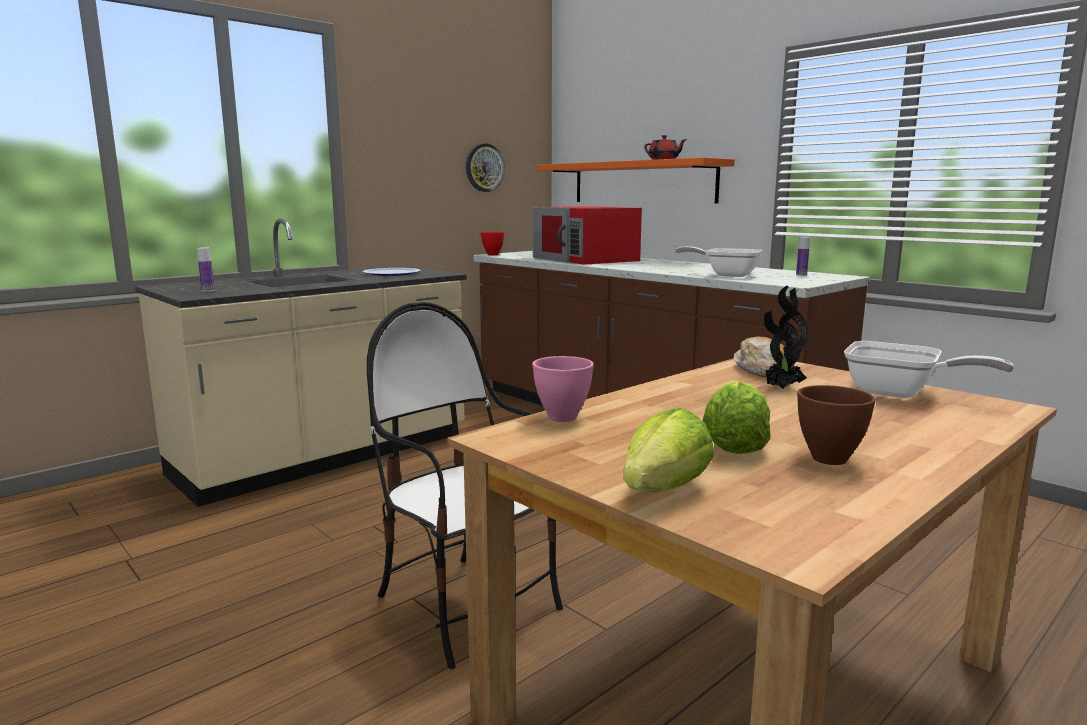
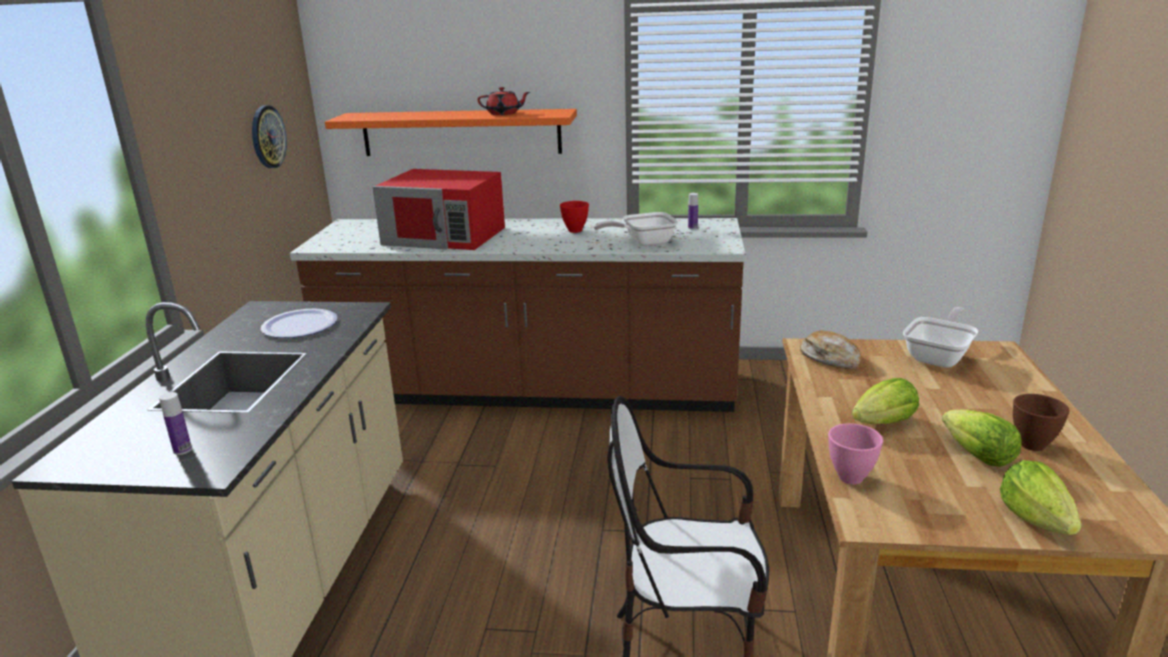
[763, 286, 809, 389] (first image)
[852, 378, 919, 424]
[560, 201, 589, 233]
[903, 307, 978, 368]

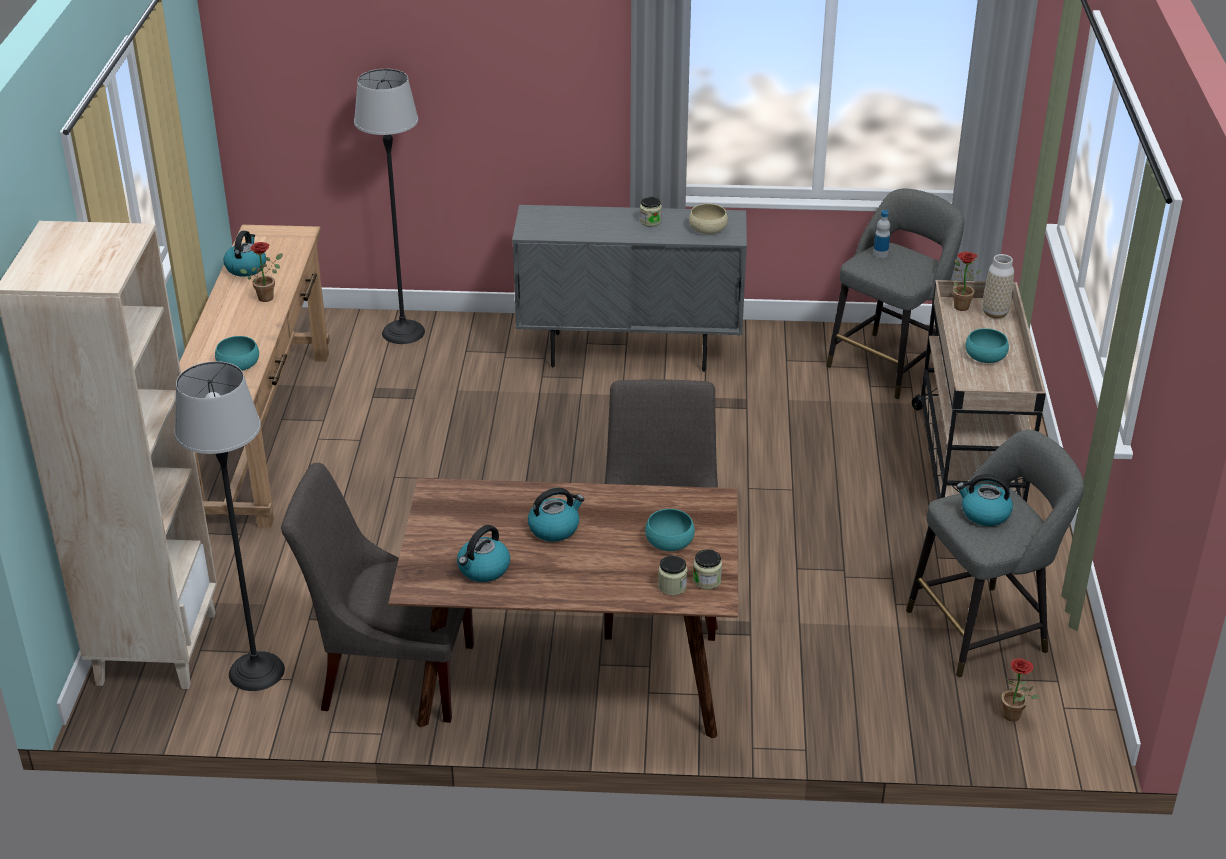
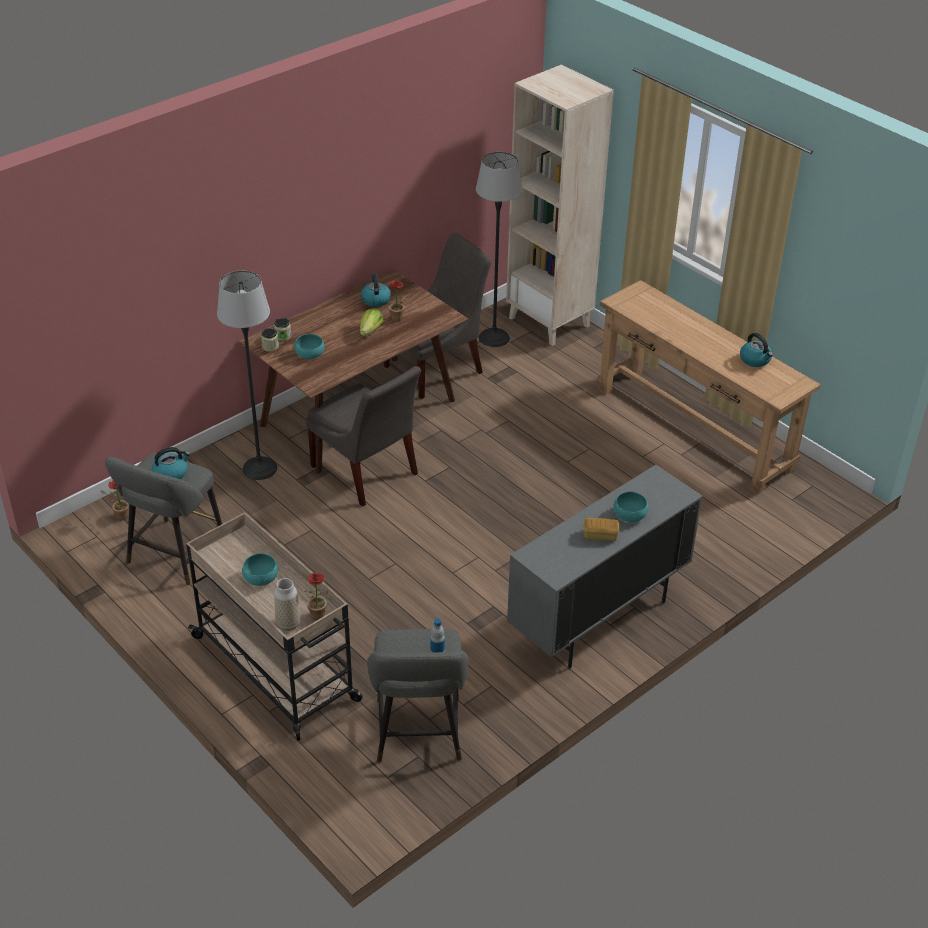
[689, 204, 728, 234] (first image)
[614, 492, 648, 522]
[388, 280, 409, 322]
[217, 271, 277, 480]
[360, 308, 384, 336]
[584, 518, 619, 541]

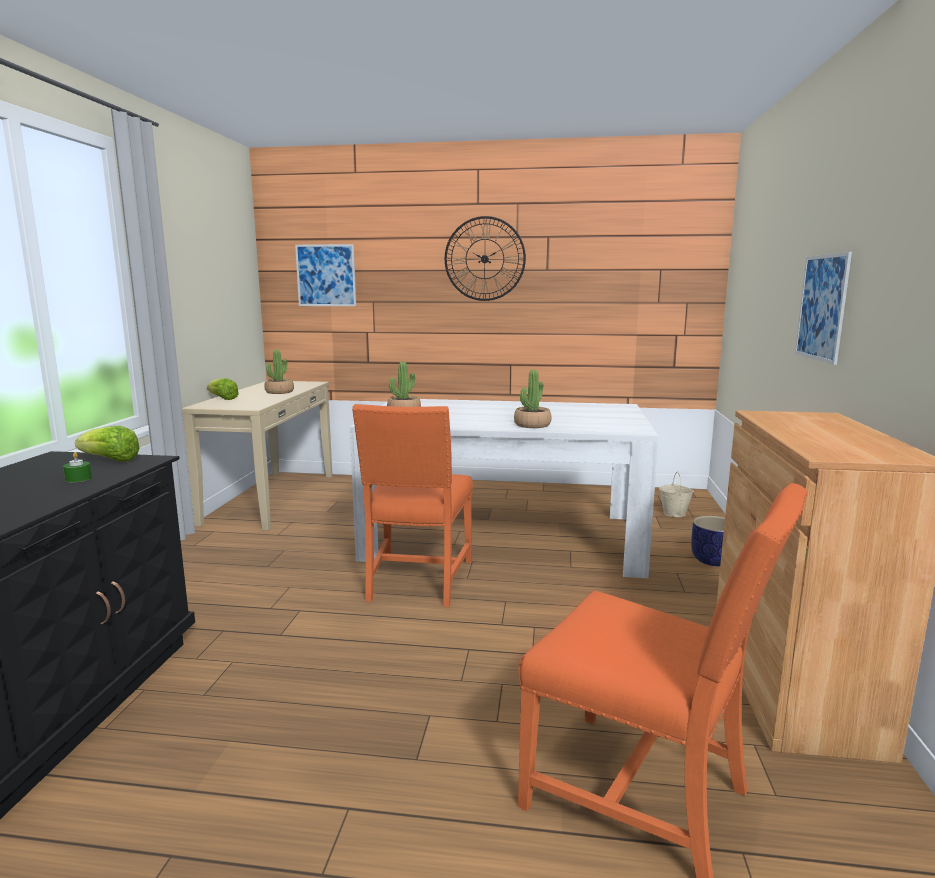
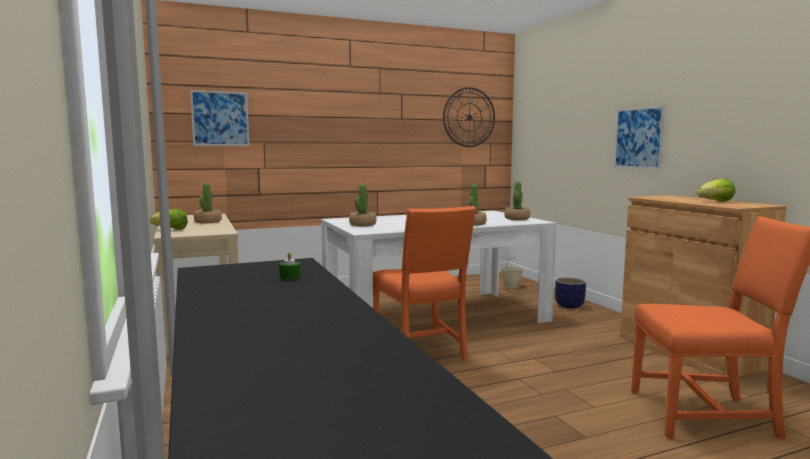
[504, 181, 530, 220]
[697, 178, 735, 202]
[443, 87, 495, 147]

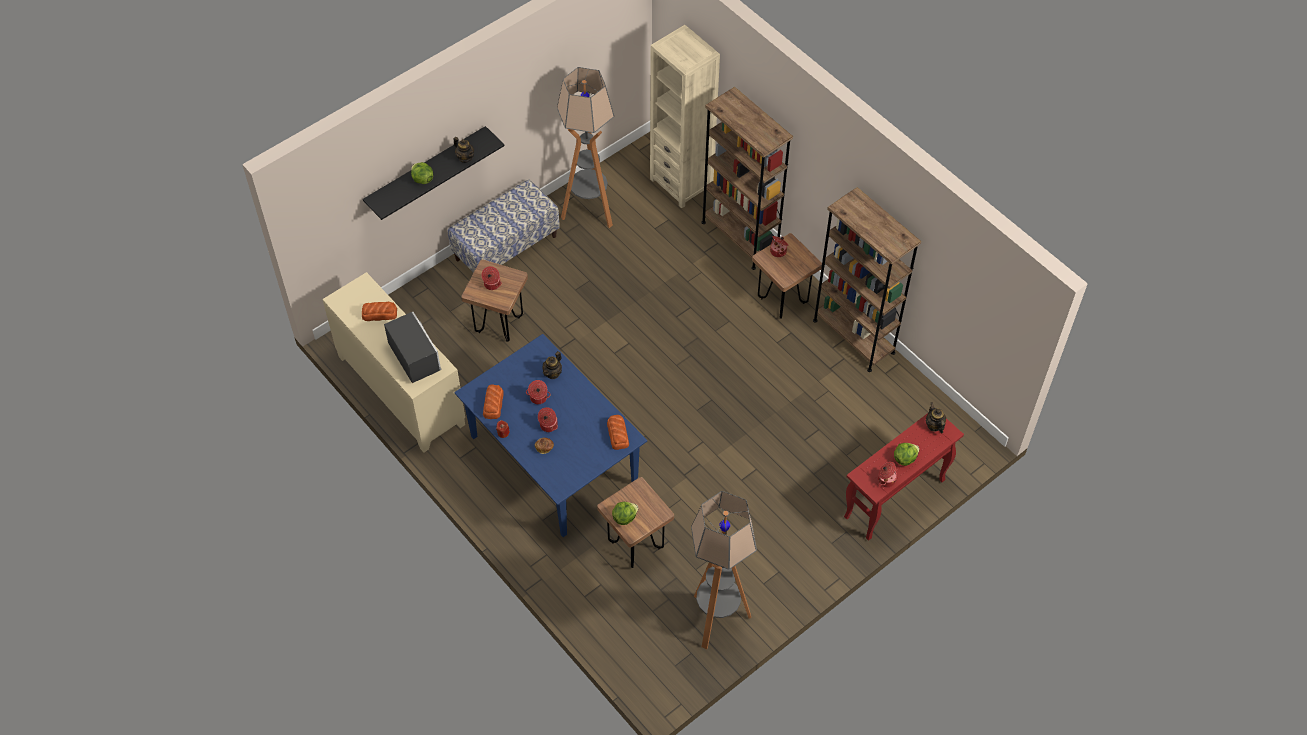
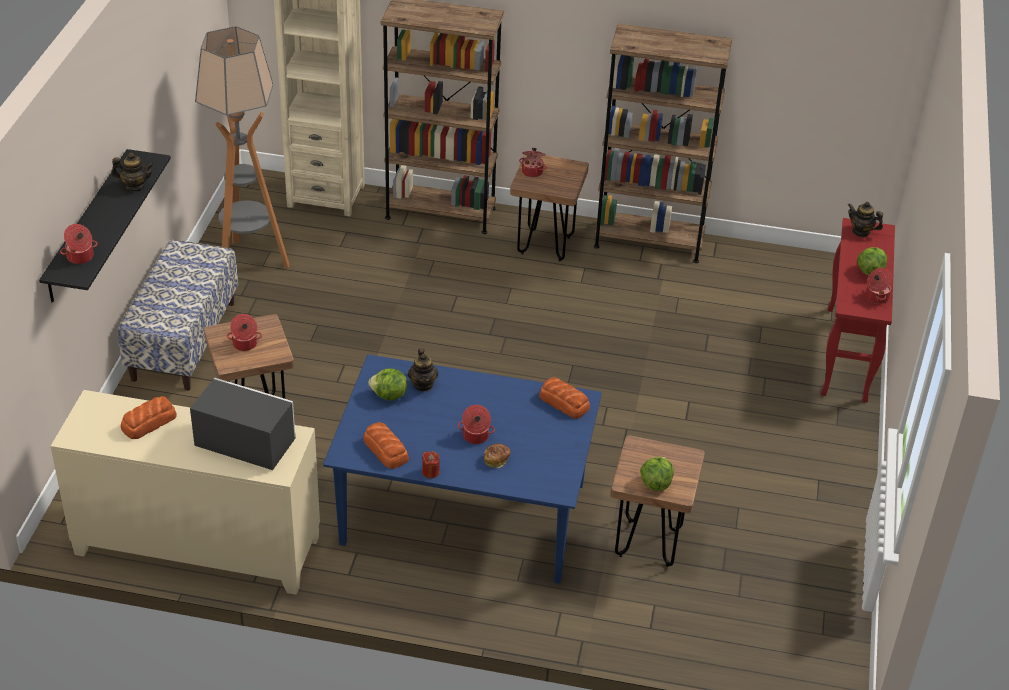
[691, 491, 757, 649] (first image)
[368, 368, 407, 401]
[60, 224, 98, 264]

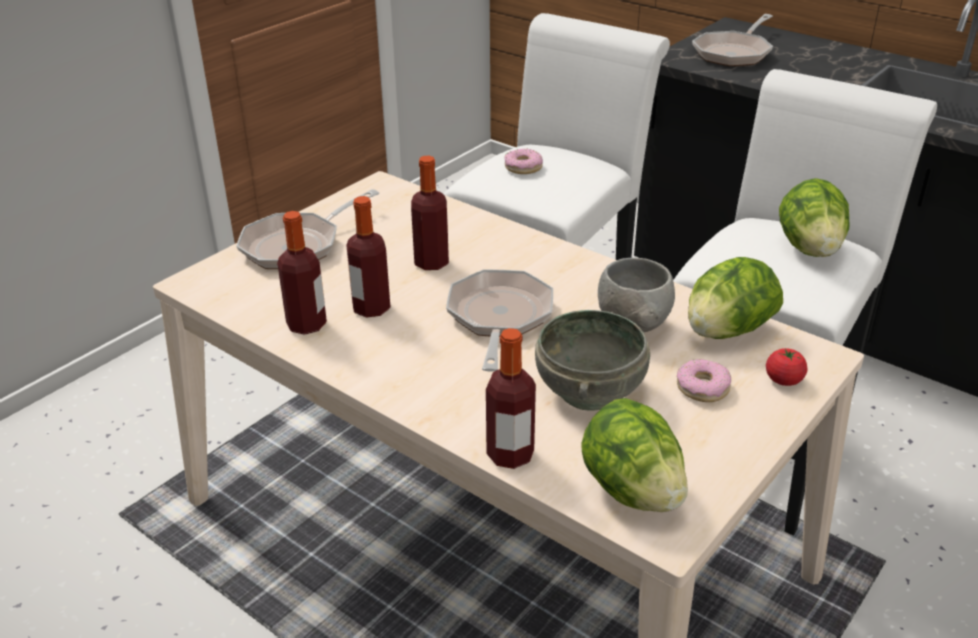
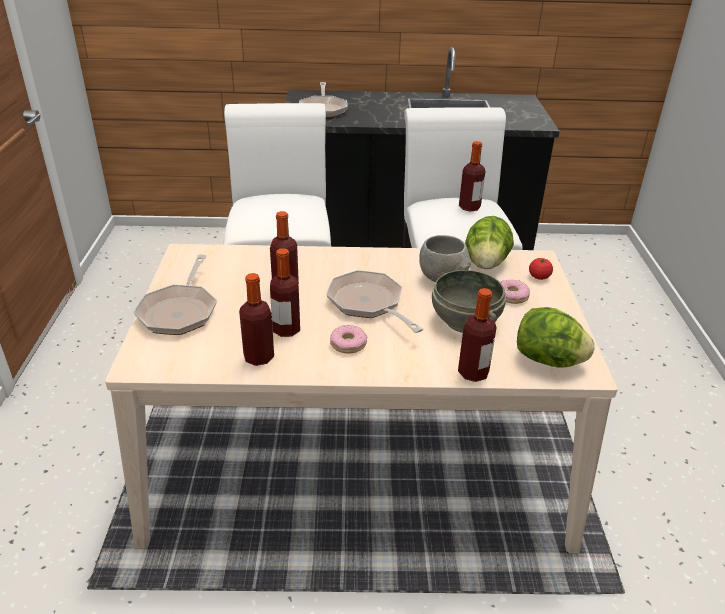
[330, 325, 367, 353]
[459, 141, 485, 212]

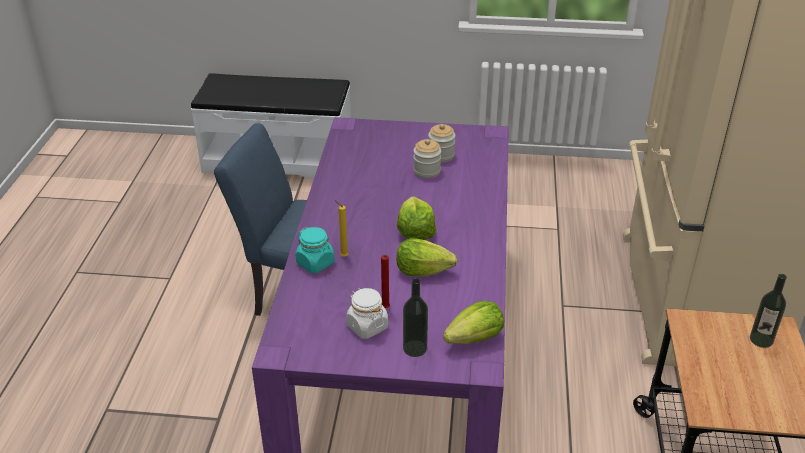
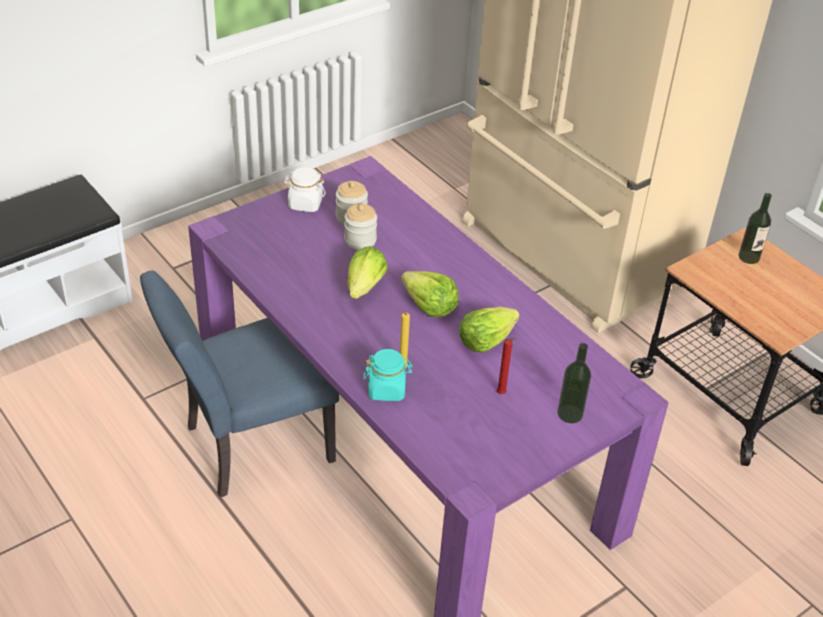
[284, 167, 325, 212]
[347, 246, 388, 299]

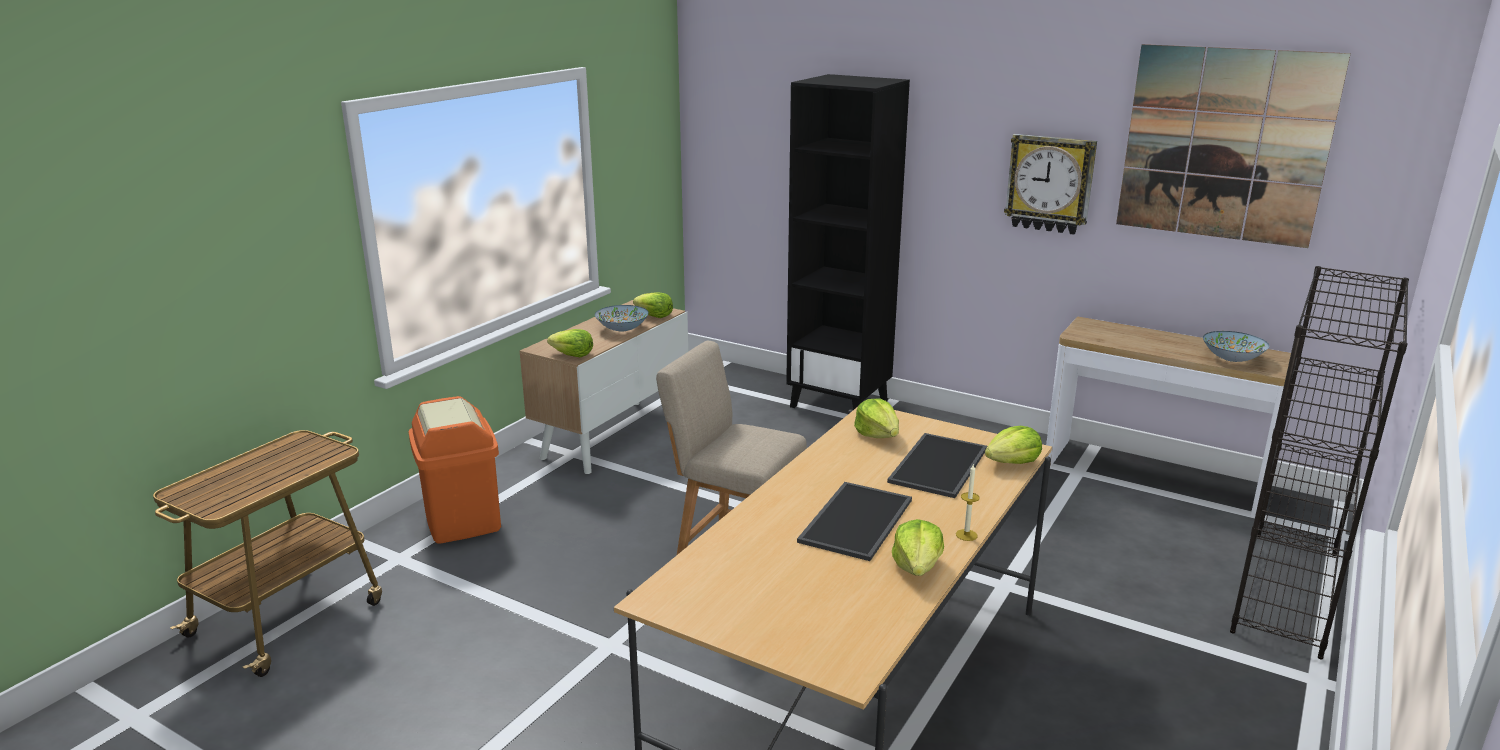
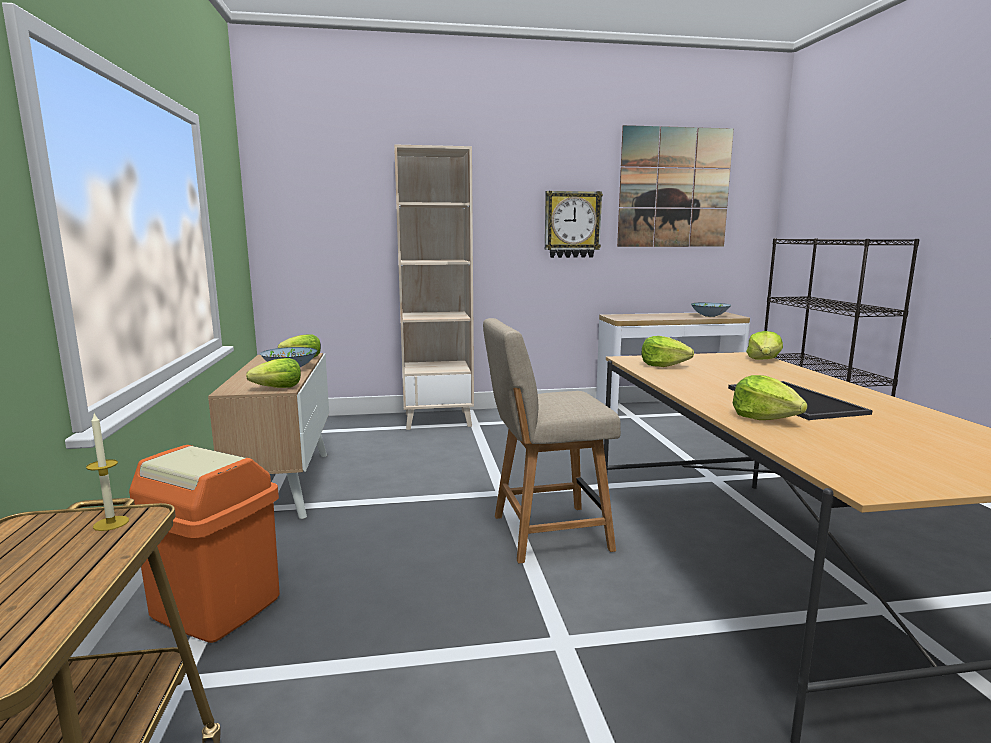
[887, 433, 987, 498] (first image)
[733, 375, 808, 420]
[86, 413, 129, 531]
[394, 144, 474, 430]

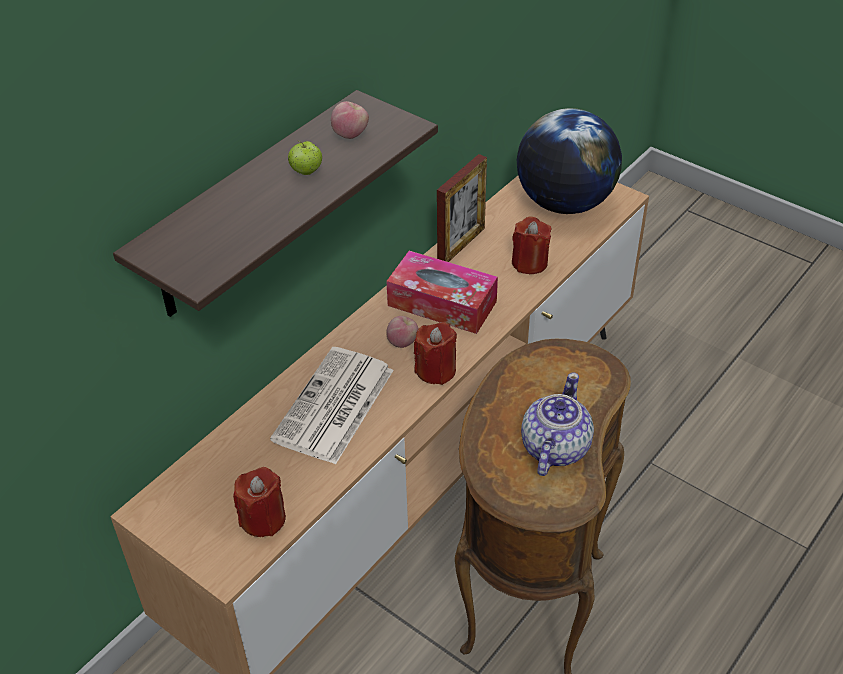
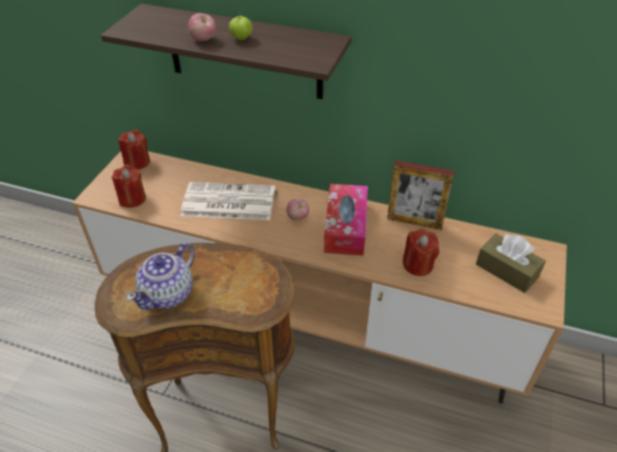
[188, 13, 216, 41]
[118, 129, 150, 170]
[476, 233, 546, 293]
[126, 242, 195, 310]

